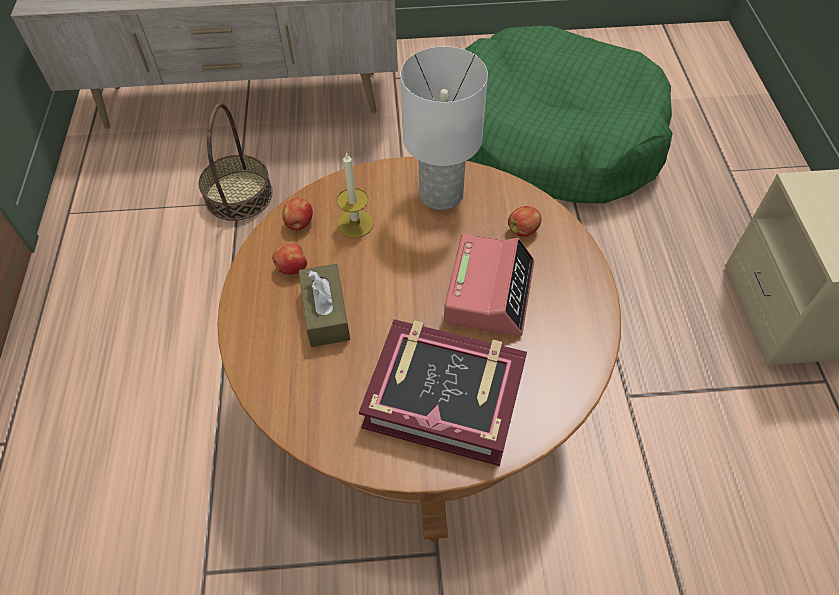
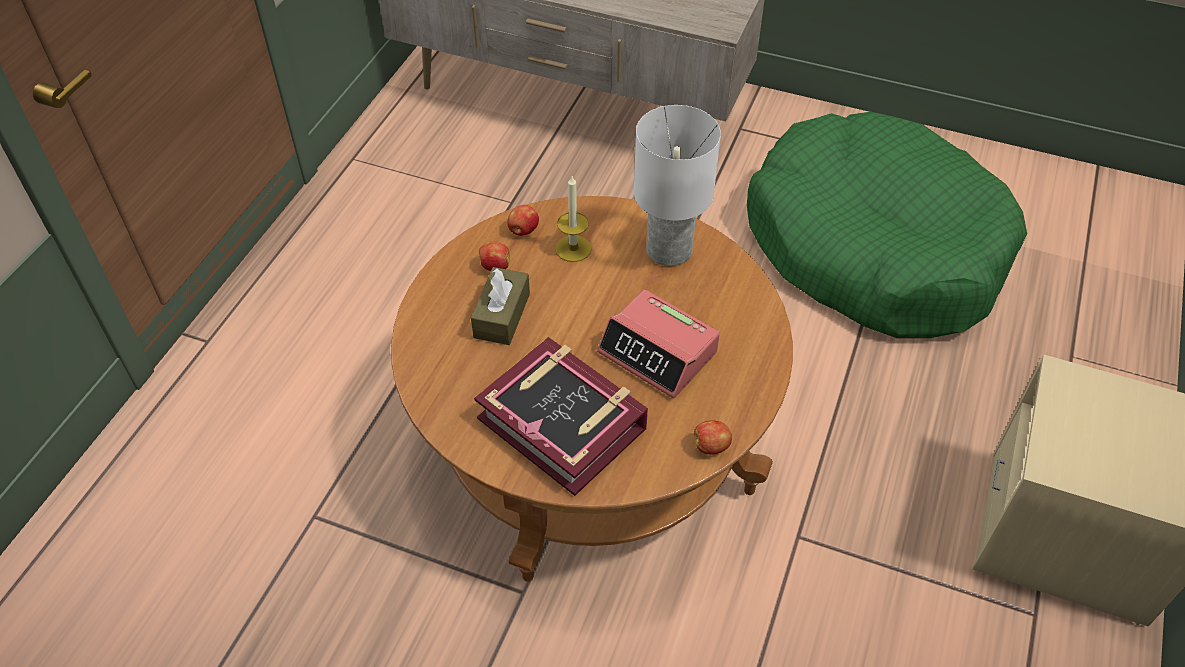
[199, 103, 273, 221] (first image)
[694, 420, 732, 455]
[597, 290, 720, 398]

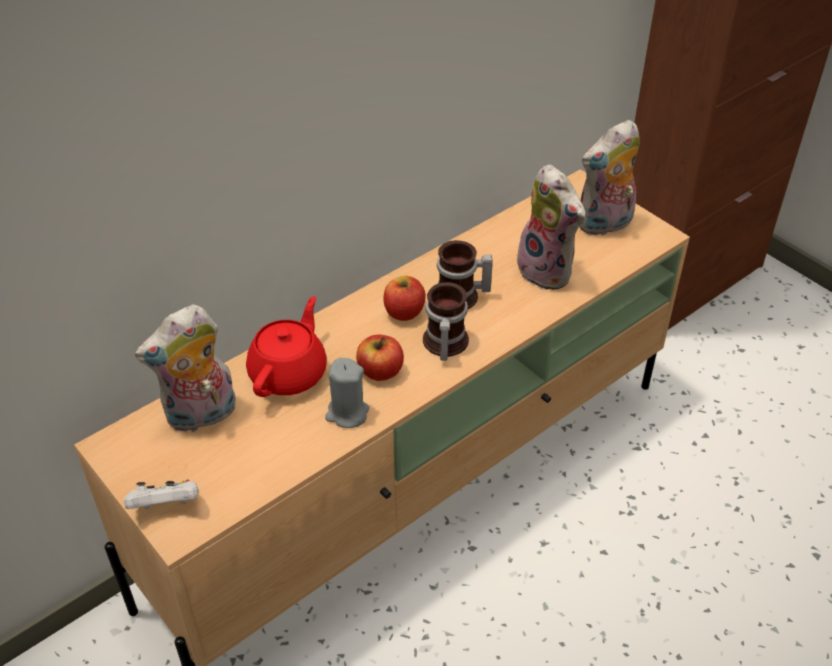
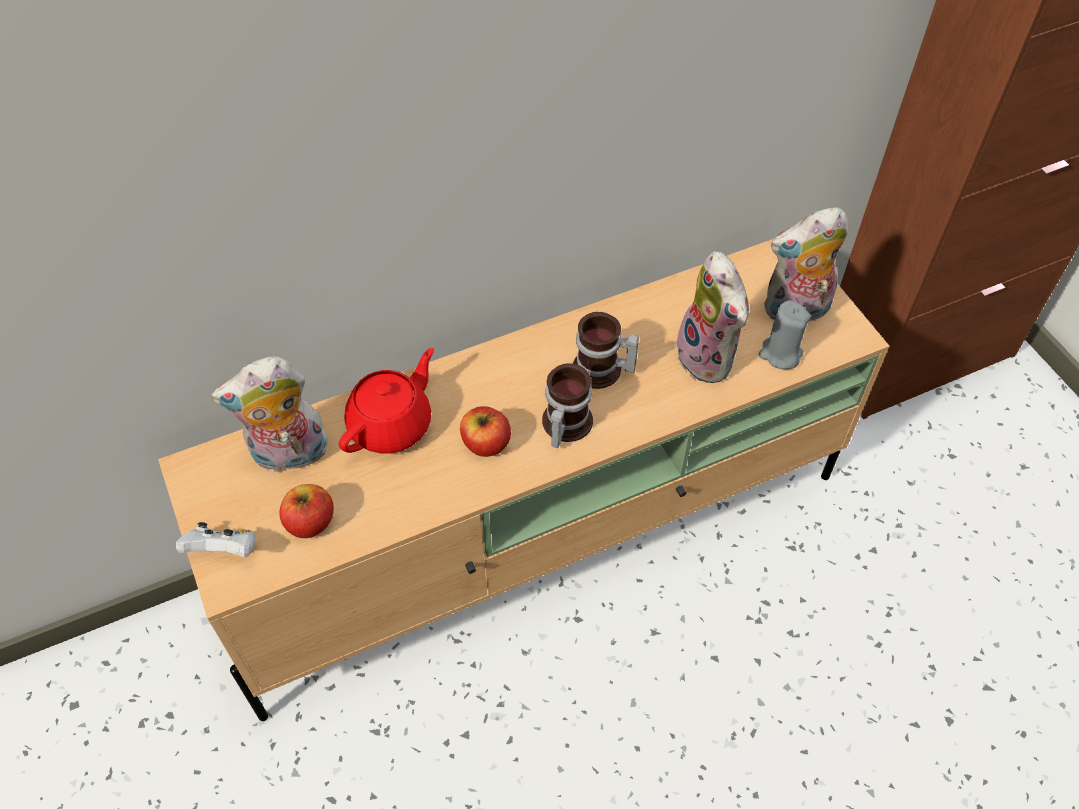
[759, 300, 811, 369]
[279, 484, 334, 538]

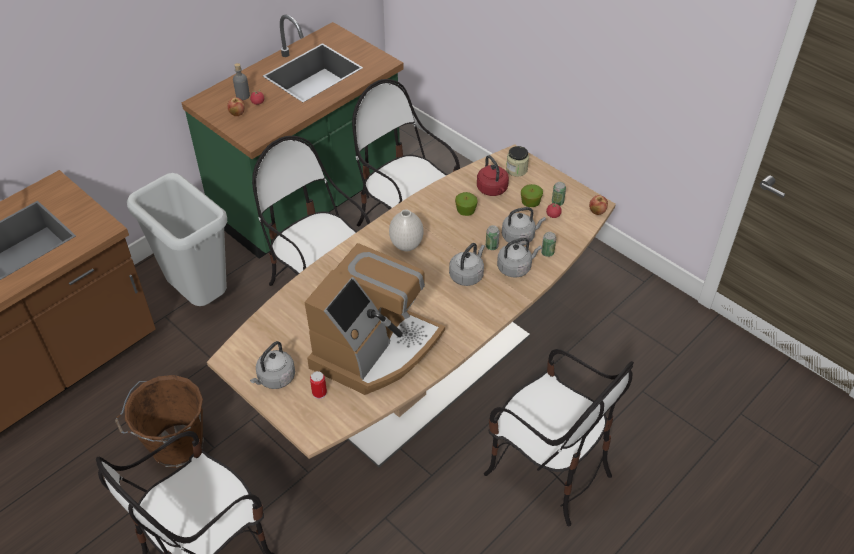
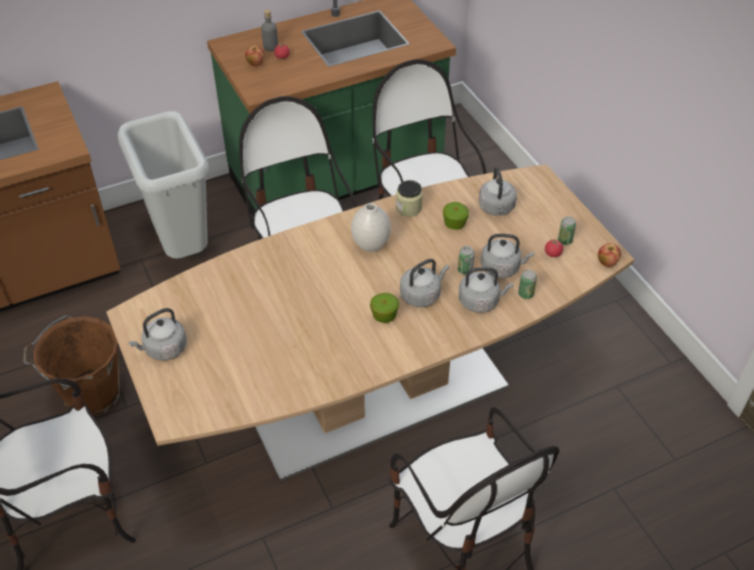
[304, 243, 445, 395] (first image)
[310, 371, 327, 399] (first image)
[396, 180, 423, 217]
[370, 293, 399, 323]
[479, 167, 517, 216]

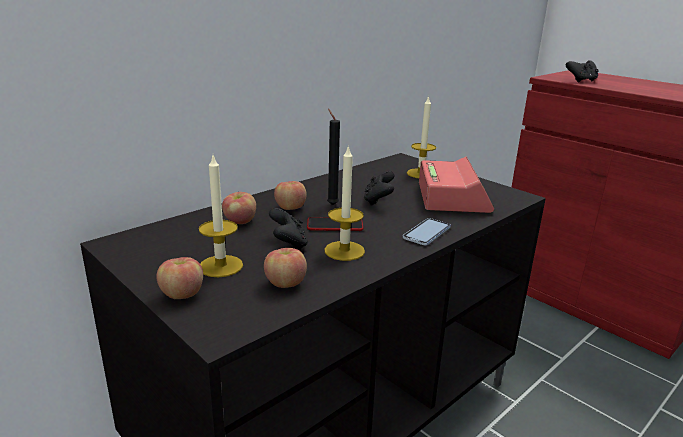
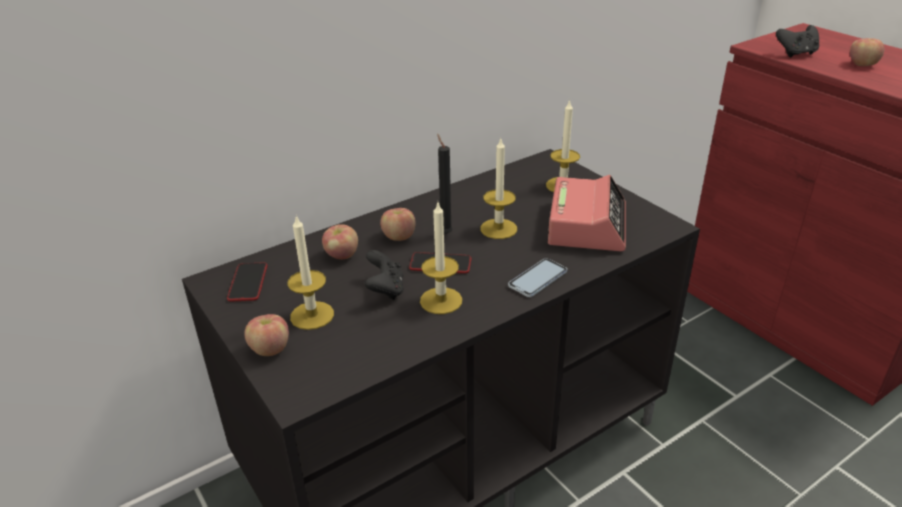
[227, 262, 267, 302]
[850, 38, 884, 66]
[480, 139, 517, 239]

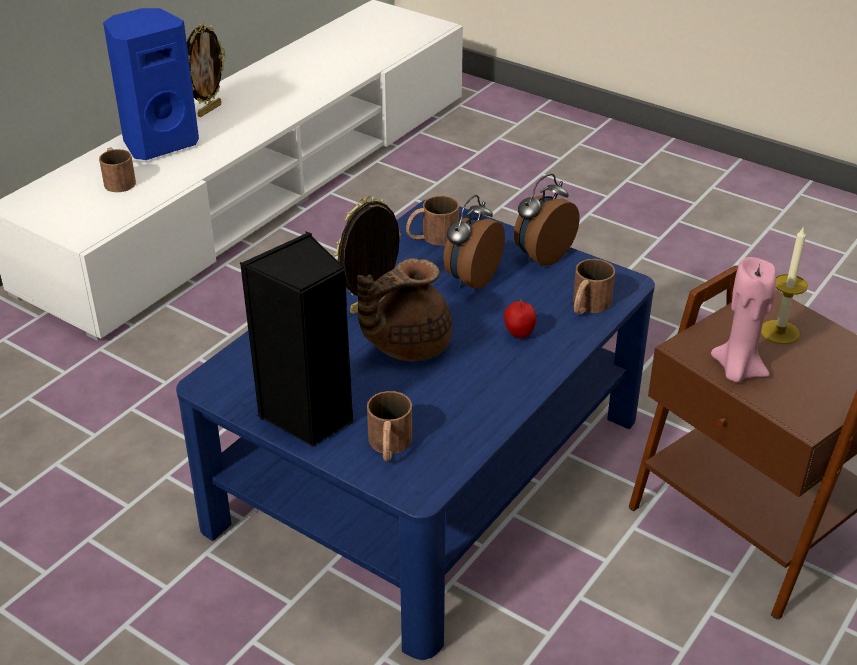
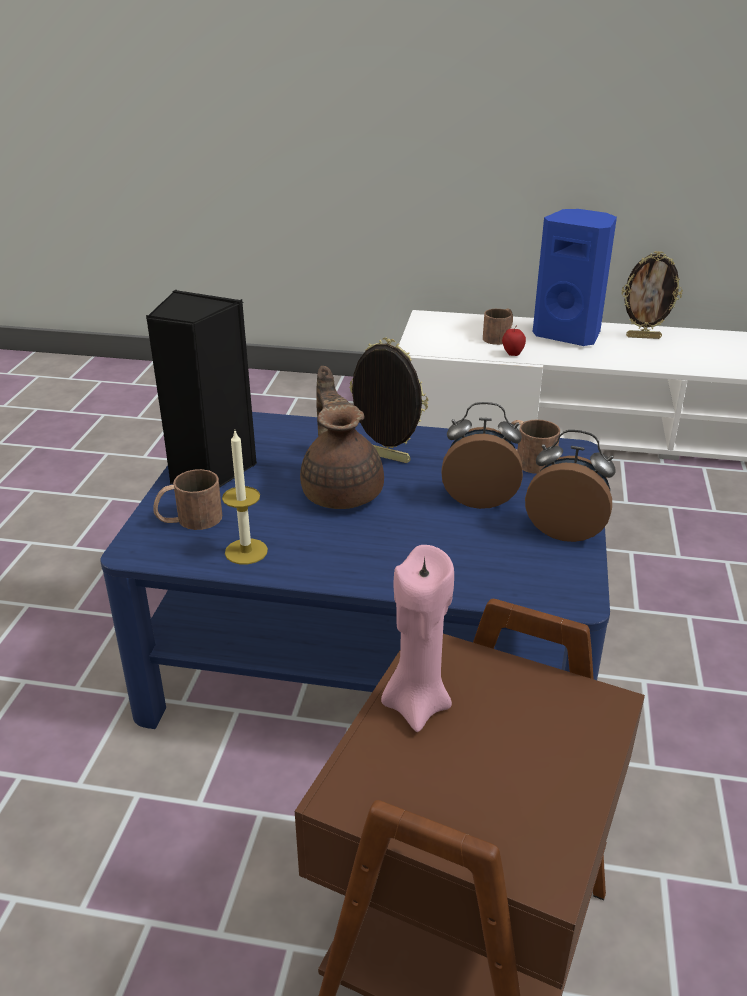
[573, 259, 615, 315] (first image)
[502, 326, 526, 356]
[222, 431, 268, 564]
[300, 366, 384, 509]

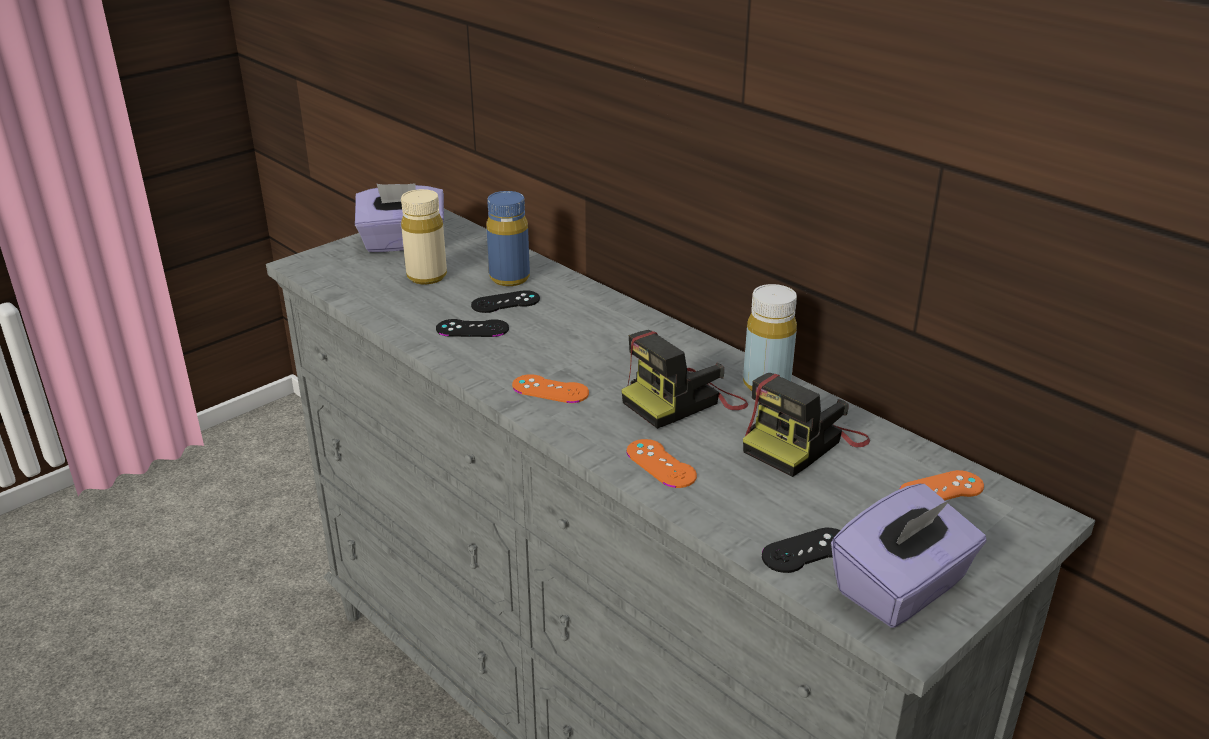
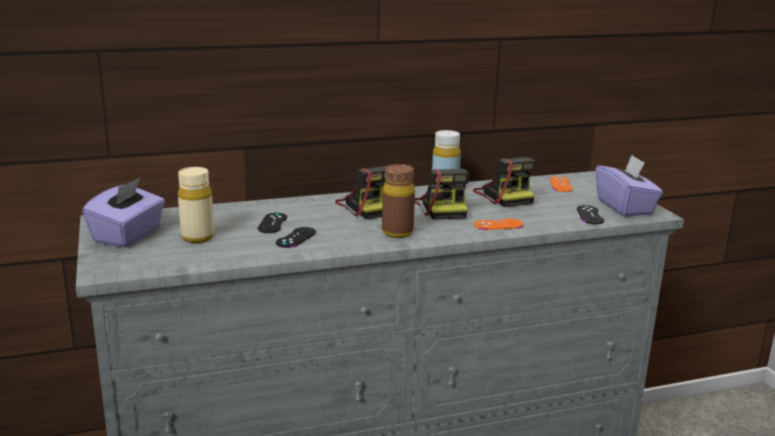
[487, 191, 530, 286] (first image)
[335, 166, 387, 219]
[382, 164, 415, 238]

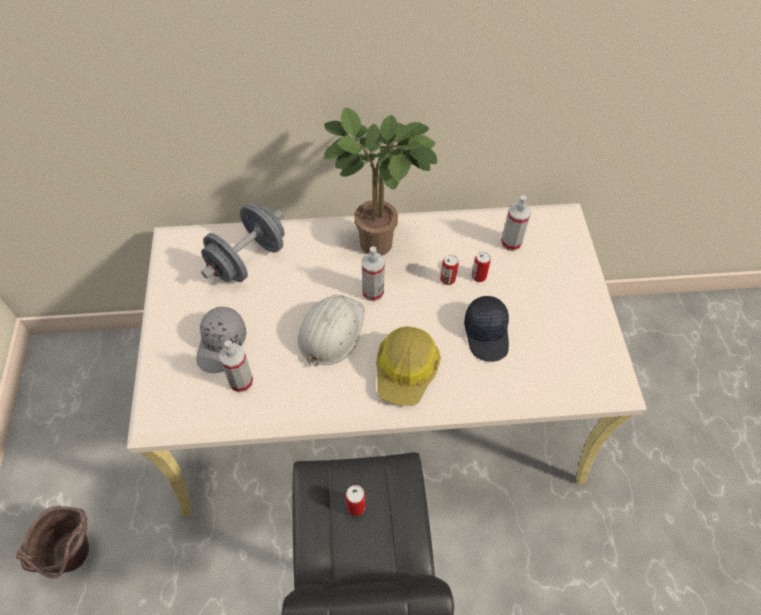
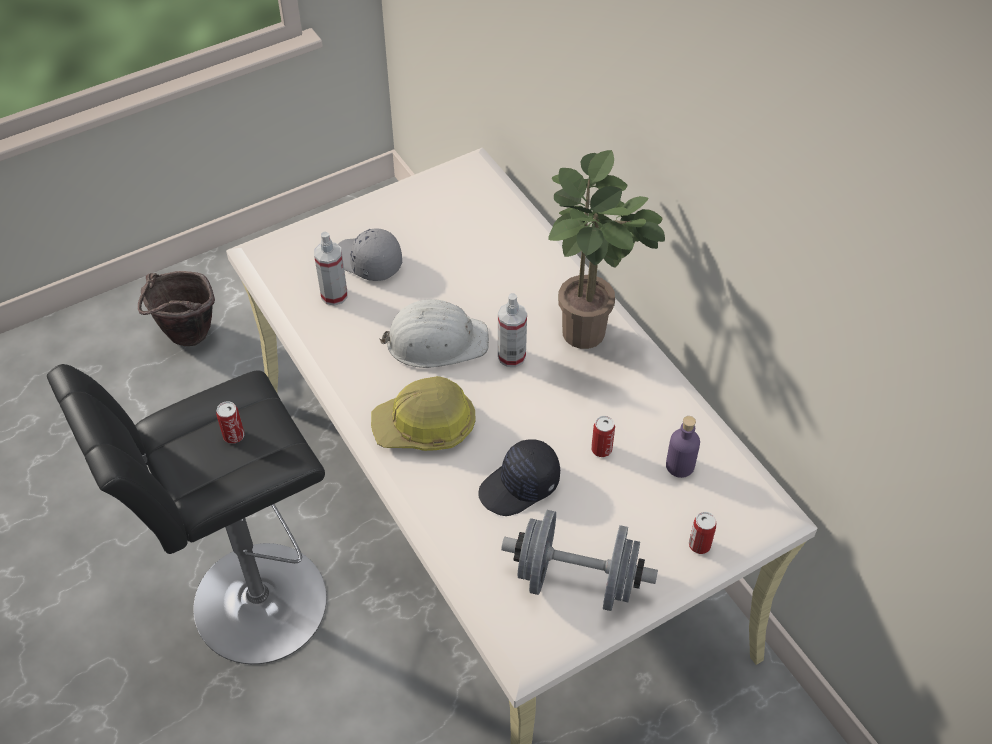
[501, 510, 658, 611]
[689, 512, 717, 554]
[666, 416, 700, 478]
[338, 228, 402, 281]

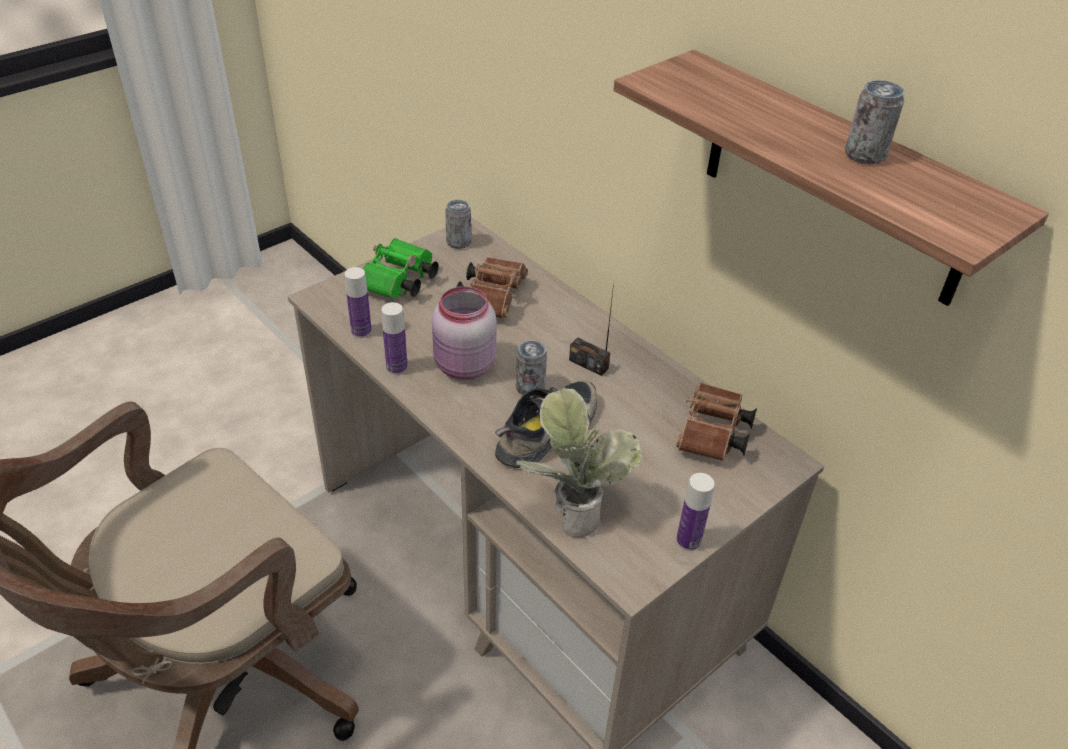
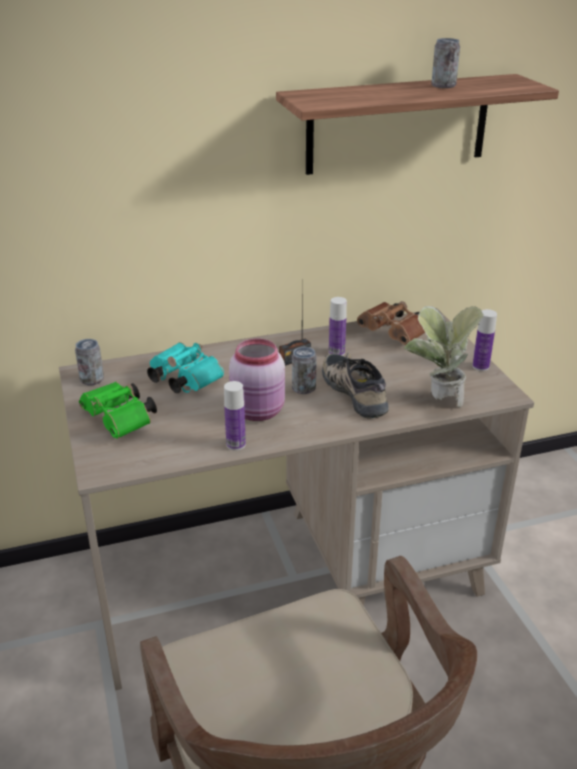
[329, 297, 347, 356]
[147, 342, 224, 393]

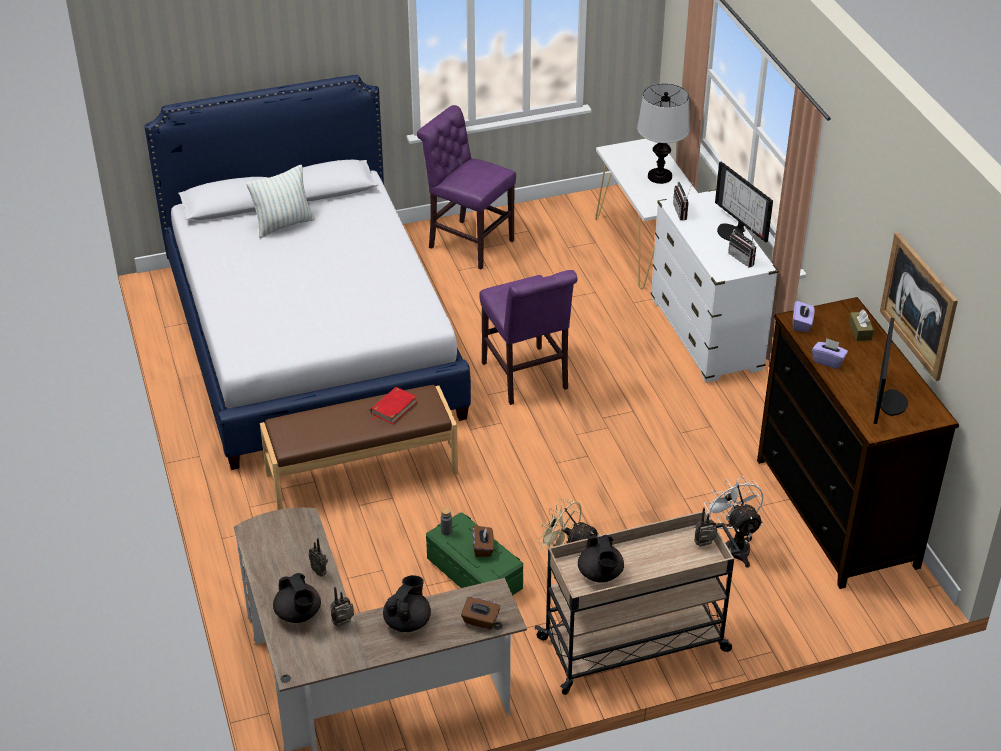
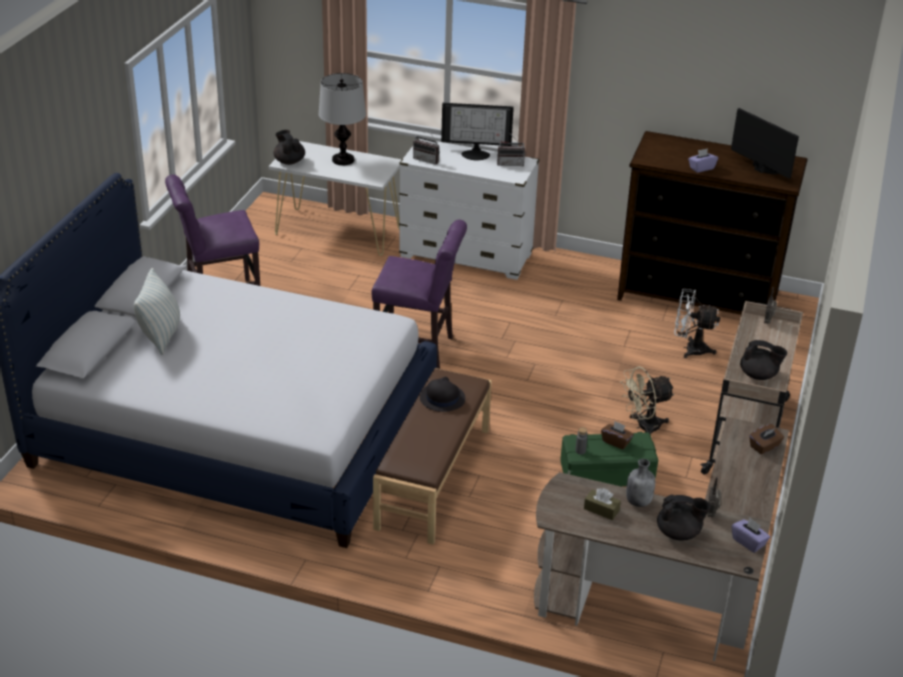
[880, 232, 958, 381] (first image)
[274, 130, 305, 165]
[732, 518, 770, 553]
[584, 488, 621, 520]
[626, 459, 655, 507]
[420, 377, 465, 412]

